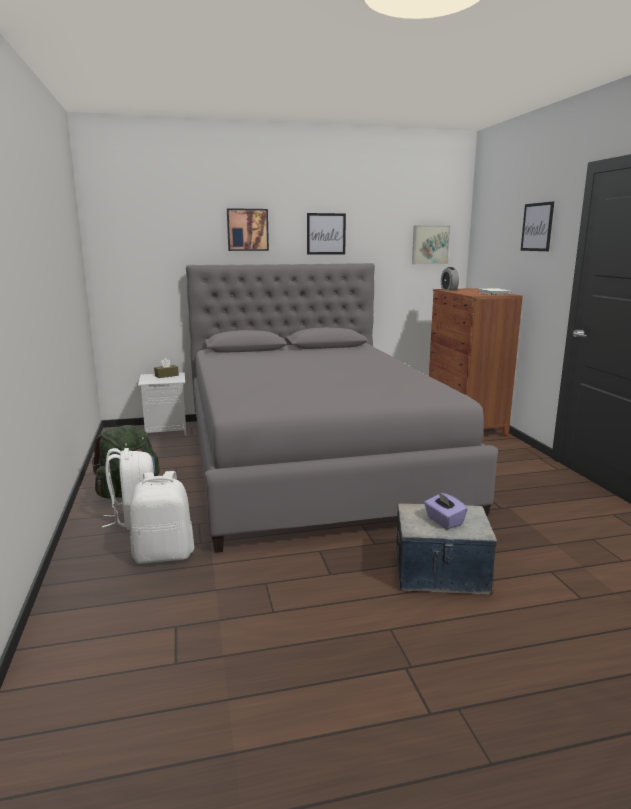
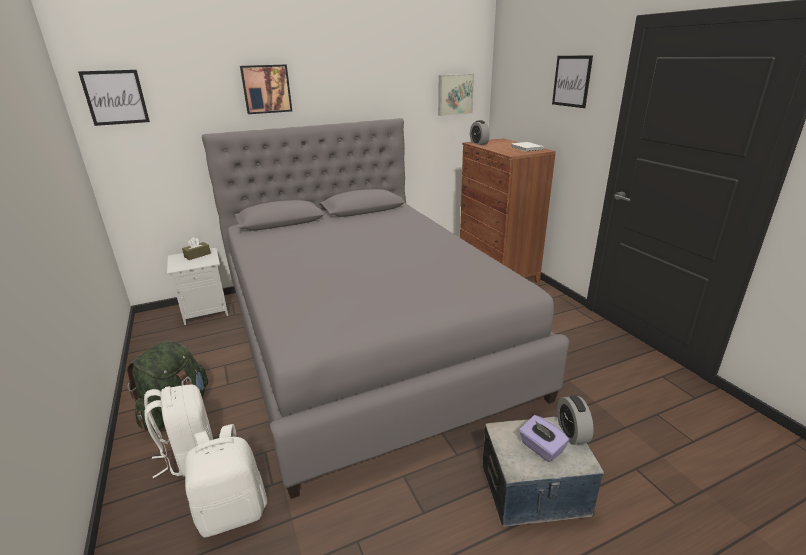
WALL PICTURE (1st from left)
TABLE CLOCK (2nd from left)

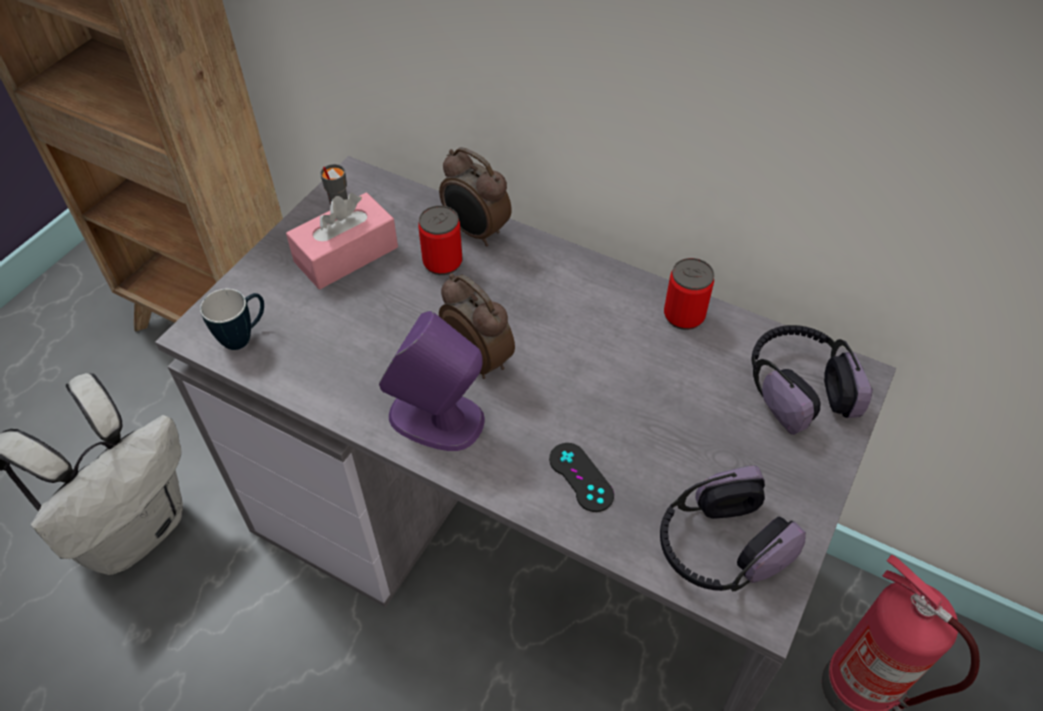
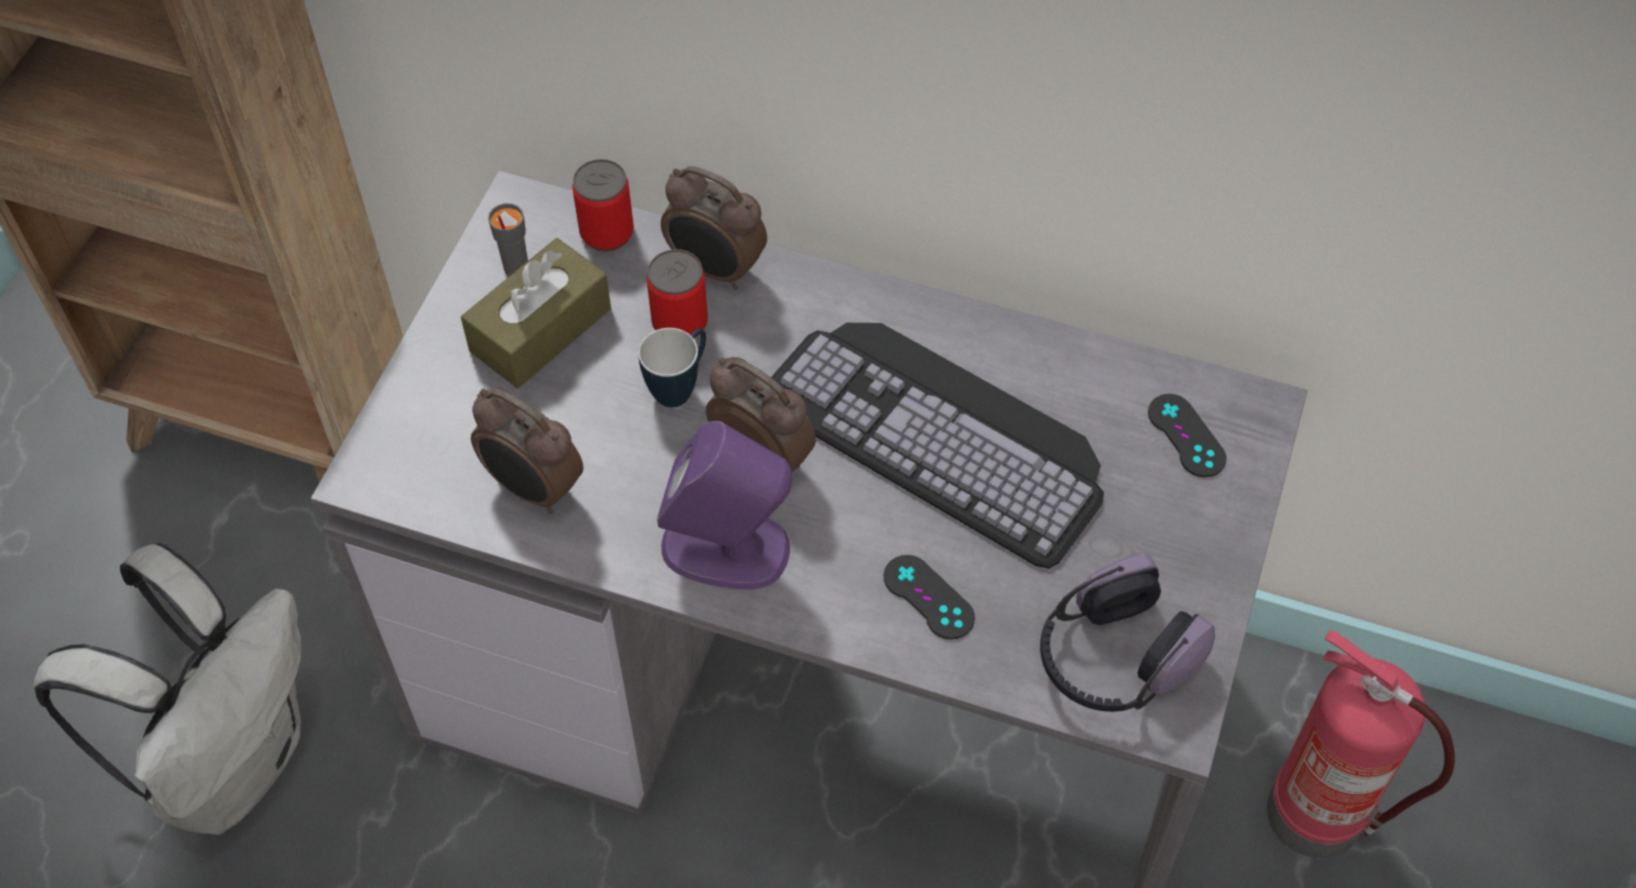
COFFEE MUG
BROWN-COLOURED TISSUE BOX
CAN (1st from left)
BLACKISH GAMEPAD (2nd from left)
TABLE CLOCK (1st from left)
KEYBOARD

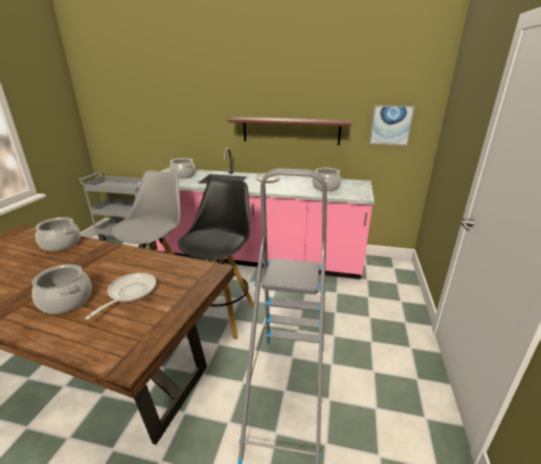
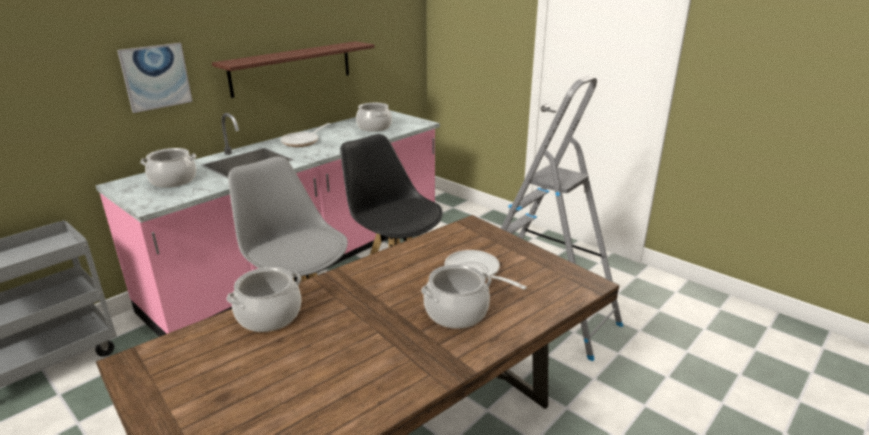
WALL PICTURE

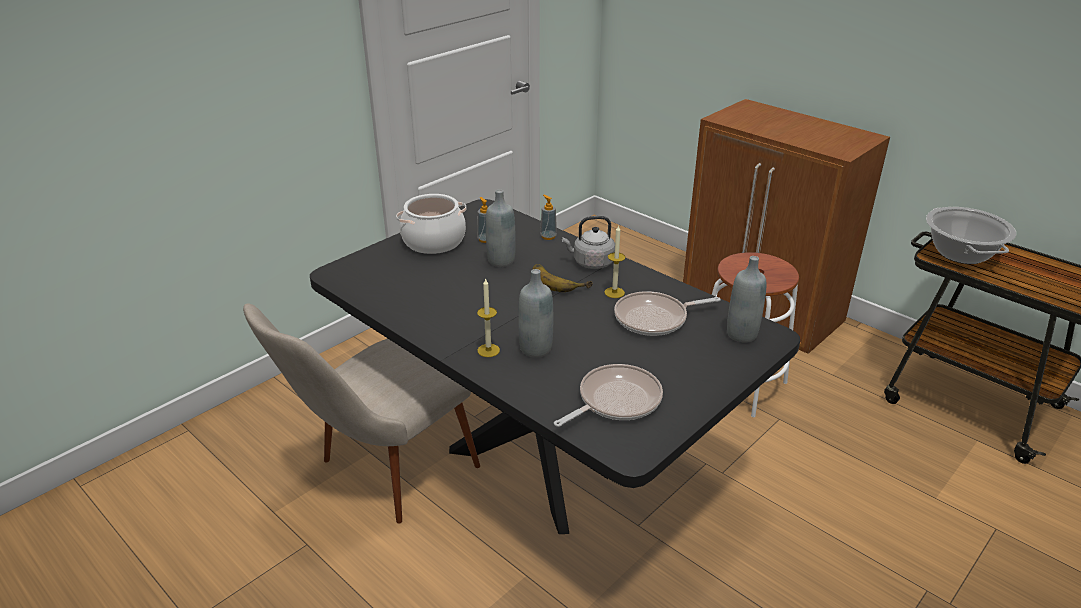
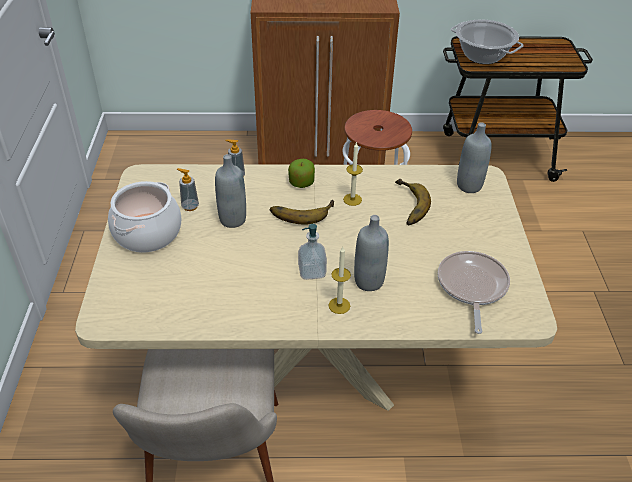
BEIGE DINING TABLE
APPLE FRUIT
WHOLE BANANA (2nd from left)
SOAP BOTTLE (3rd from left)

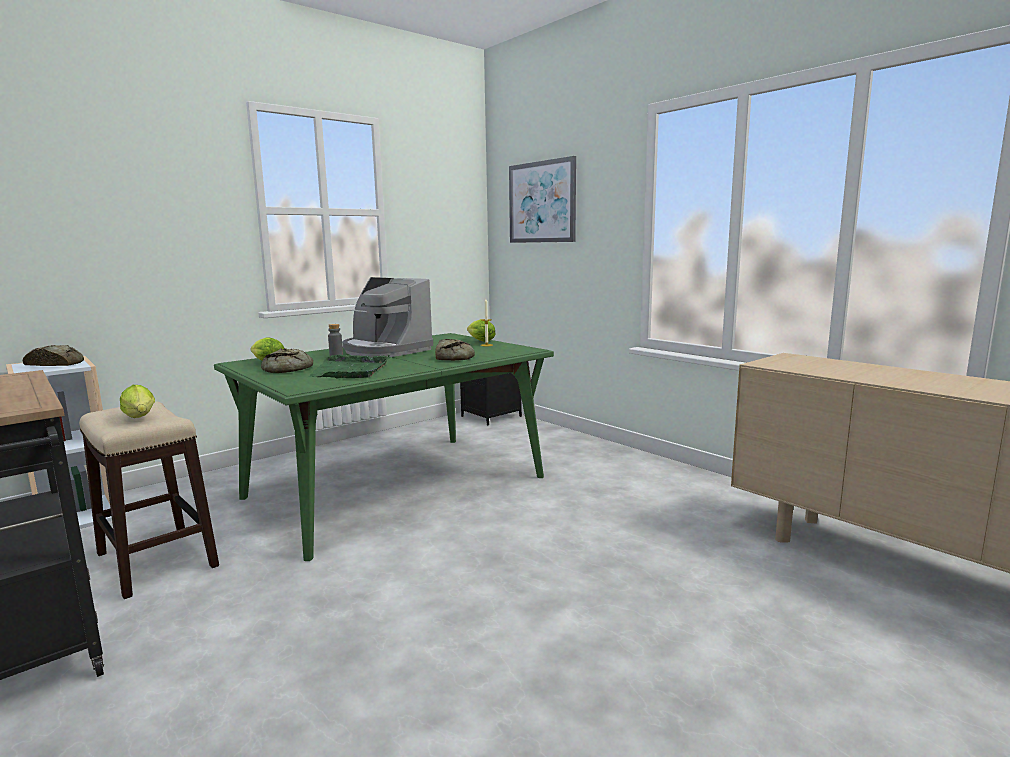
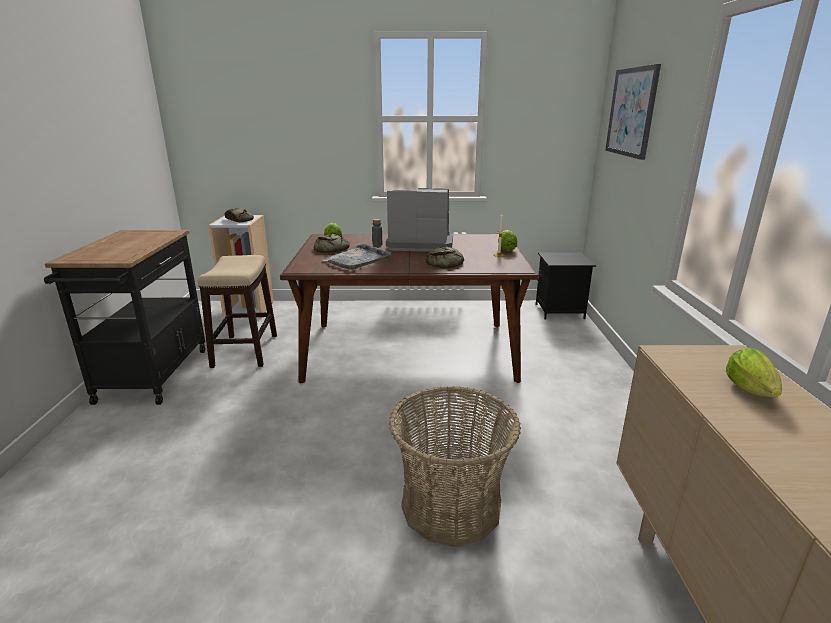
HEAD OF LETTUCE (3rd from left)
BROWN-COLOURED DINING TABLE
GREYISH TRAY
COFFEE MAKER
STORAGE BASKET

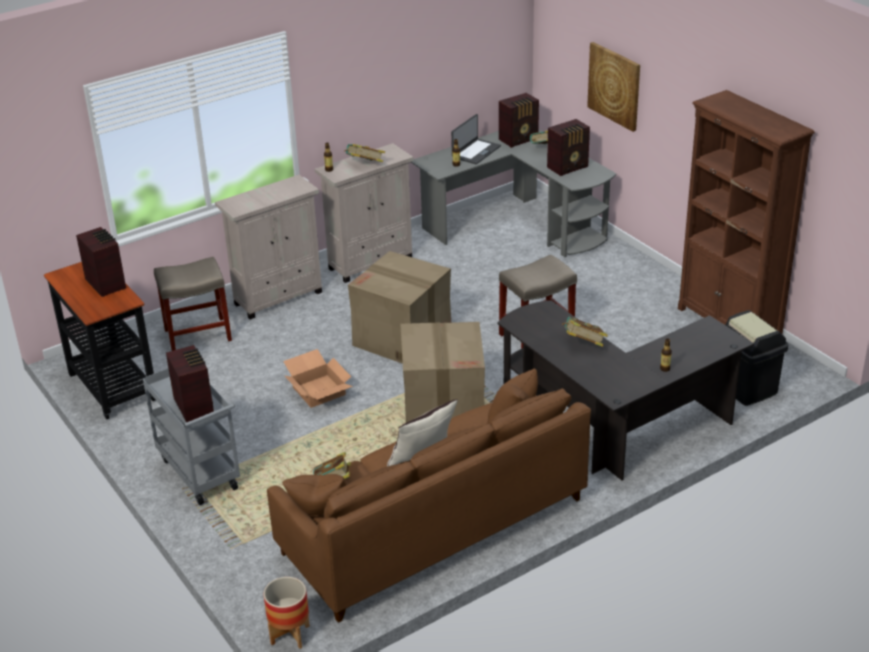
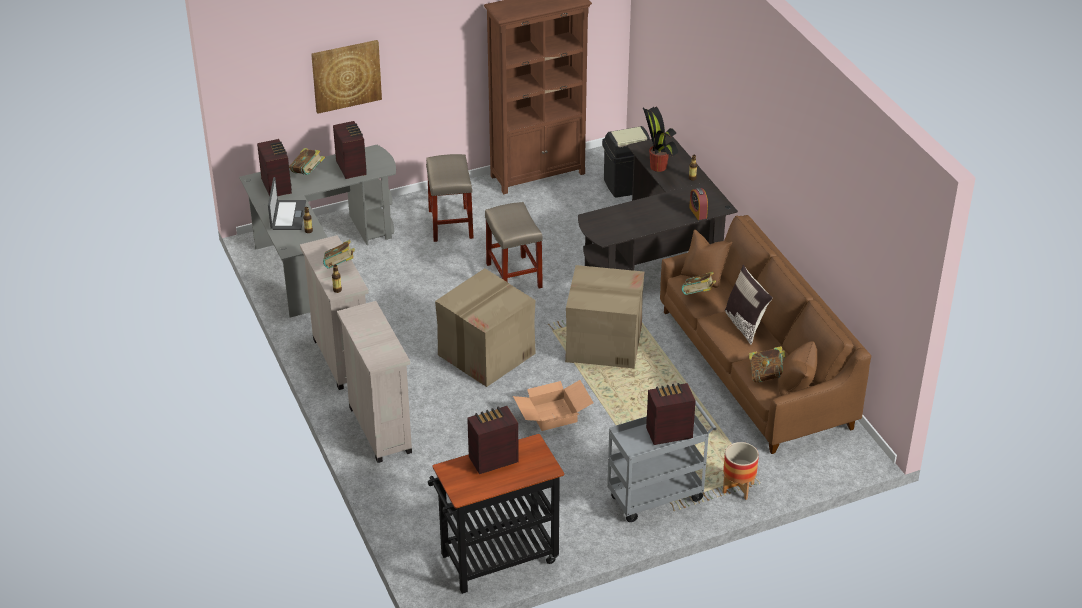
BEIGE STOOL SEAT (1st from left)
PLANTER
NOTEBOOK COMPUTER
BOUND BOOK (3rd from left)
HOUSEPLANT
TABLE CLOCK

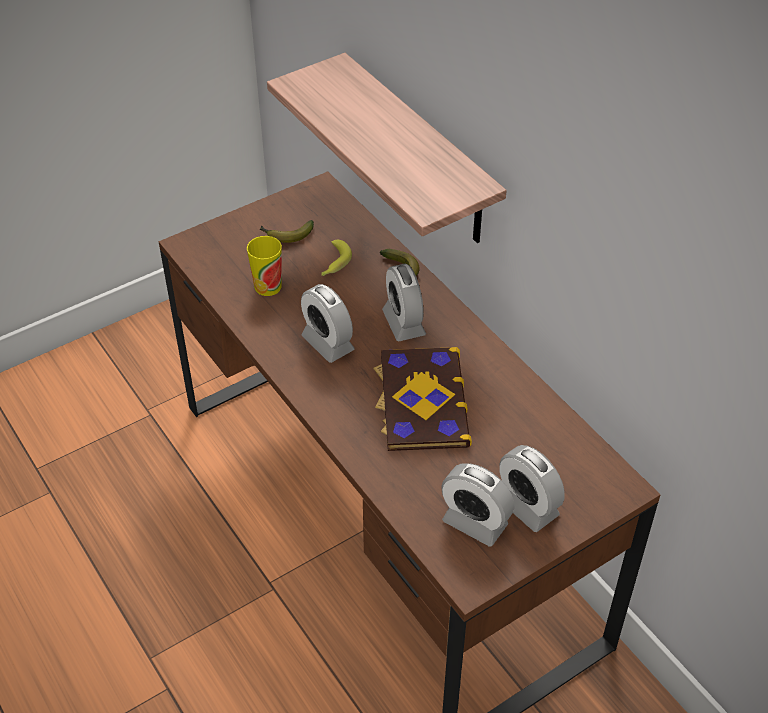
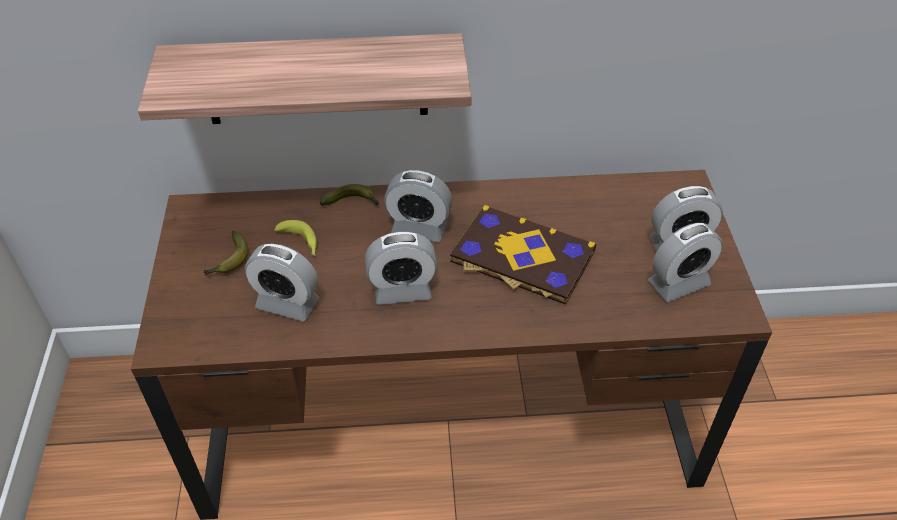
TABLE CLOCK (1st from left)

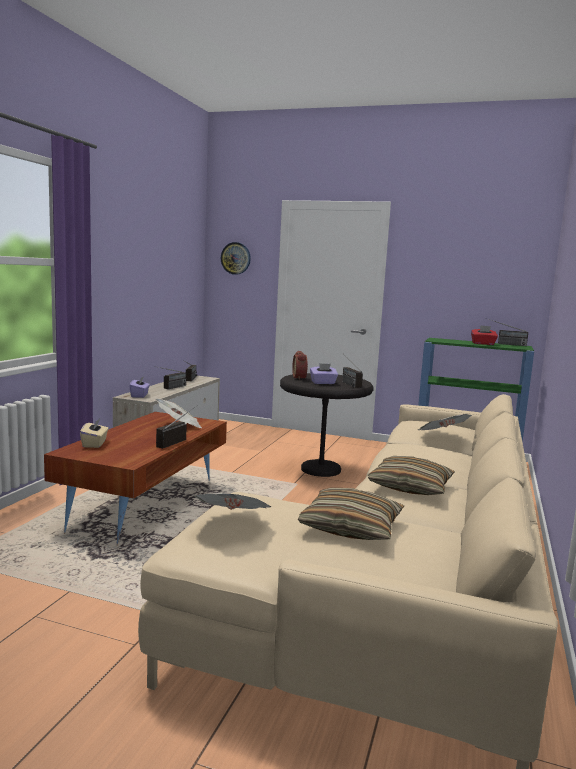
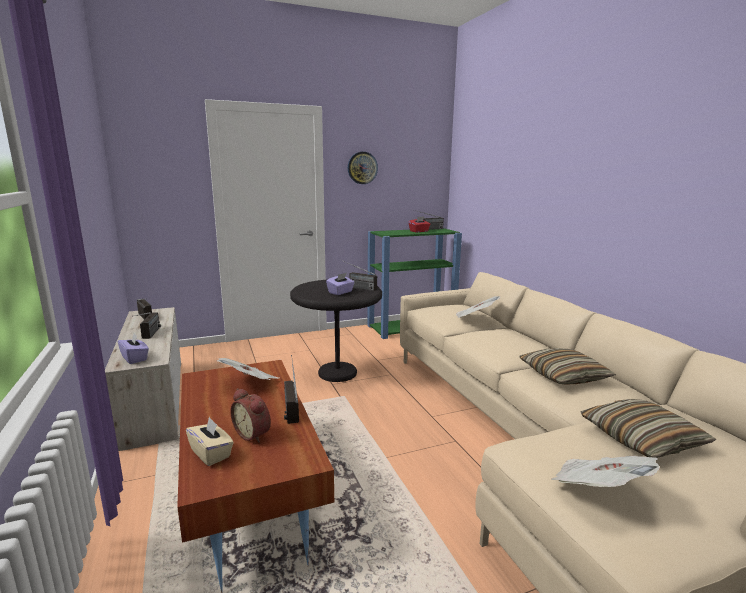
WALL CLOCK
TABLE CLOCK

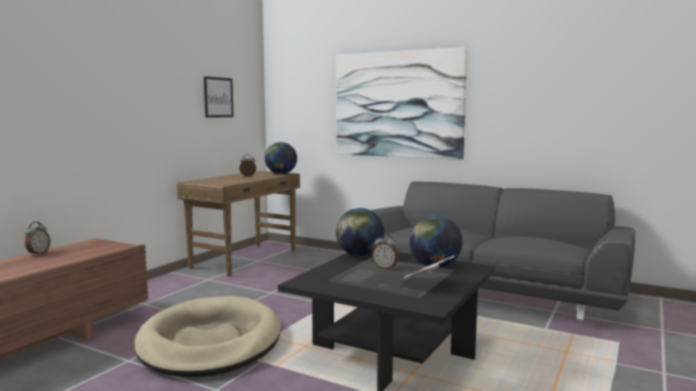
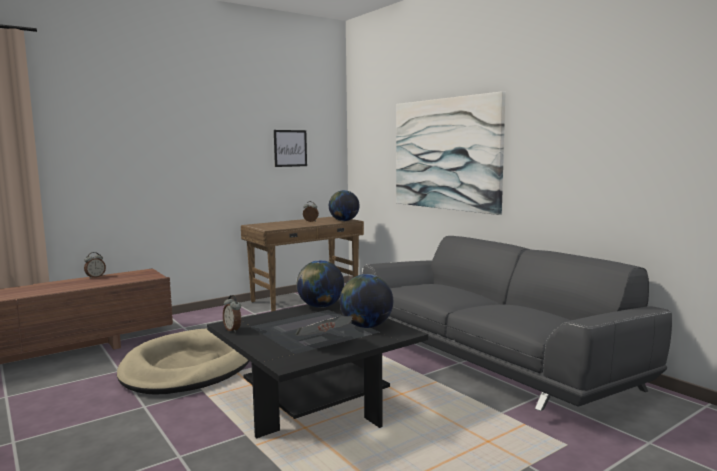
TABLE CLOCK (2nd from left)

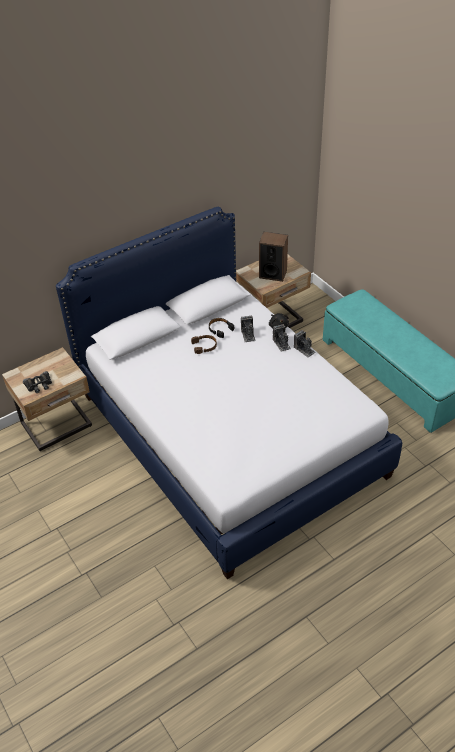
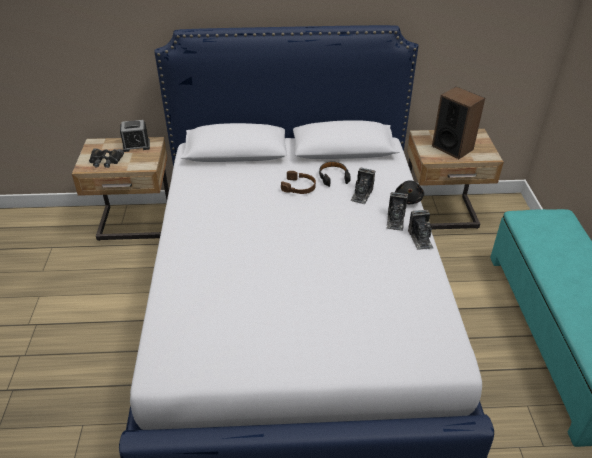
TABLE CLOCK

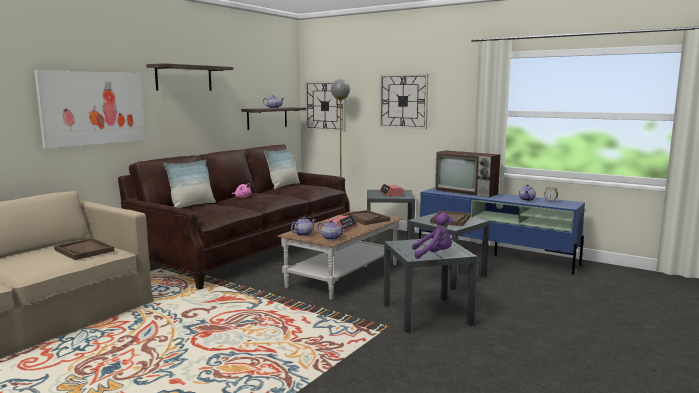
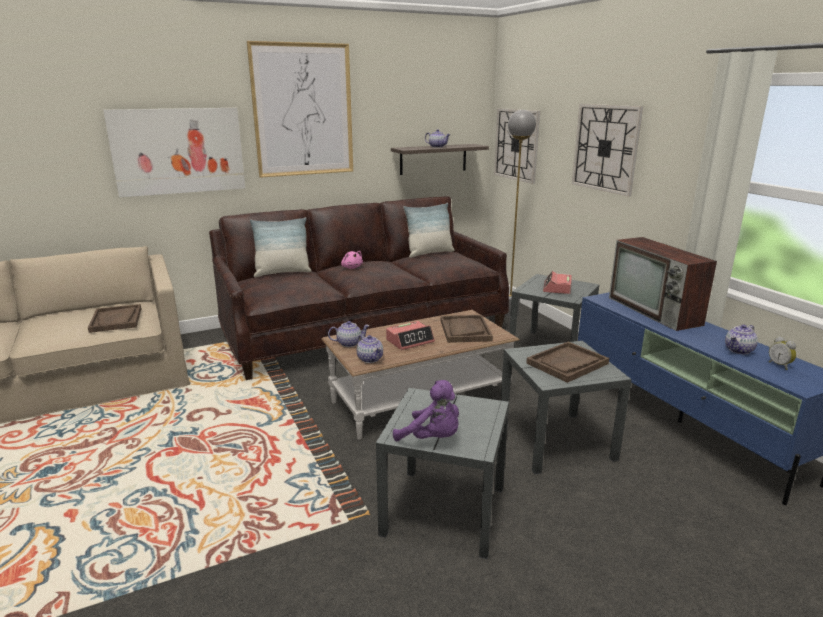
WALL PICTURE (2nd from left)

